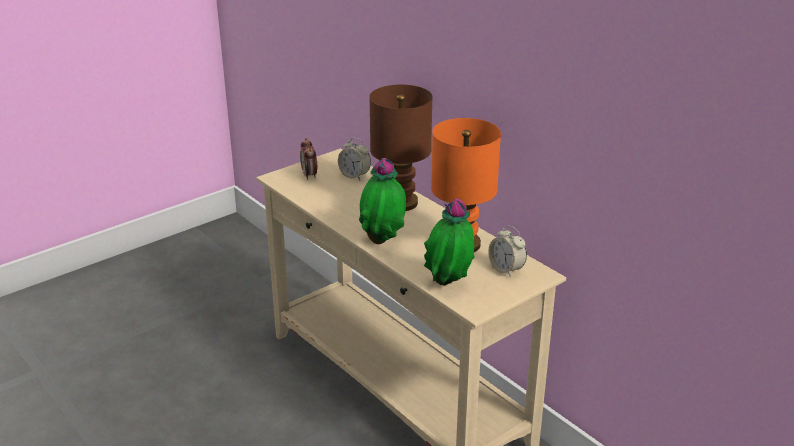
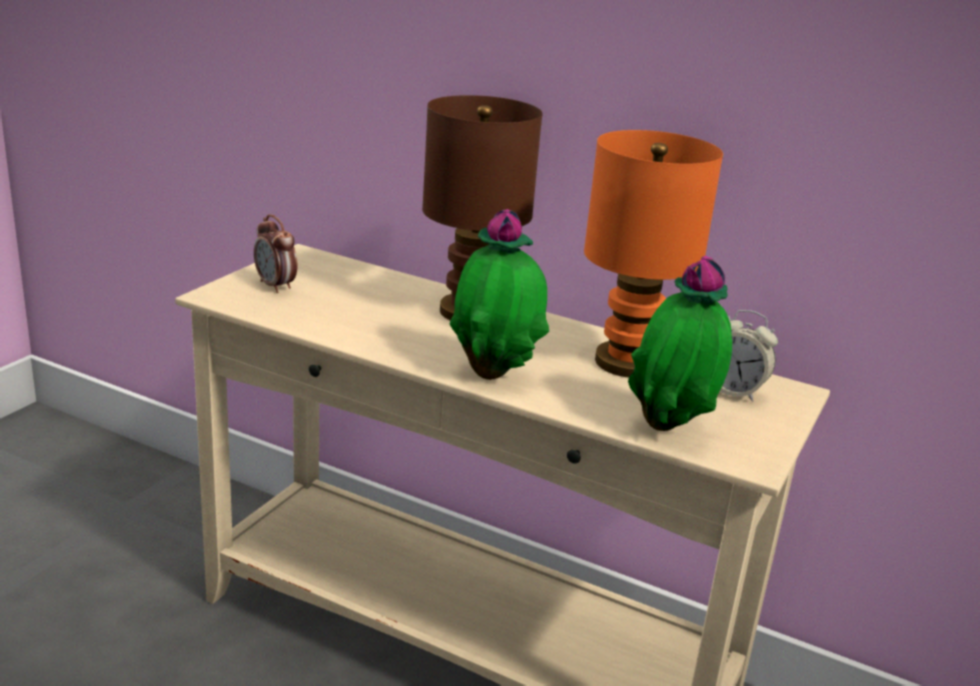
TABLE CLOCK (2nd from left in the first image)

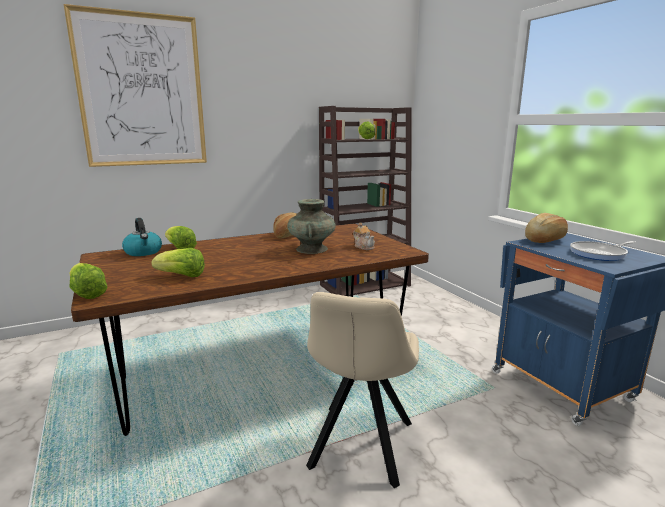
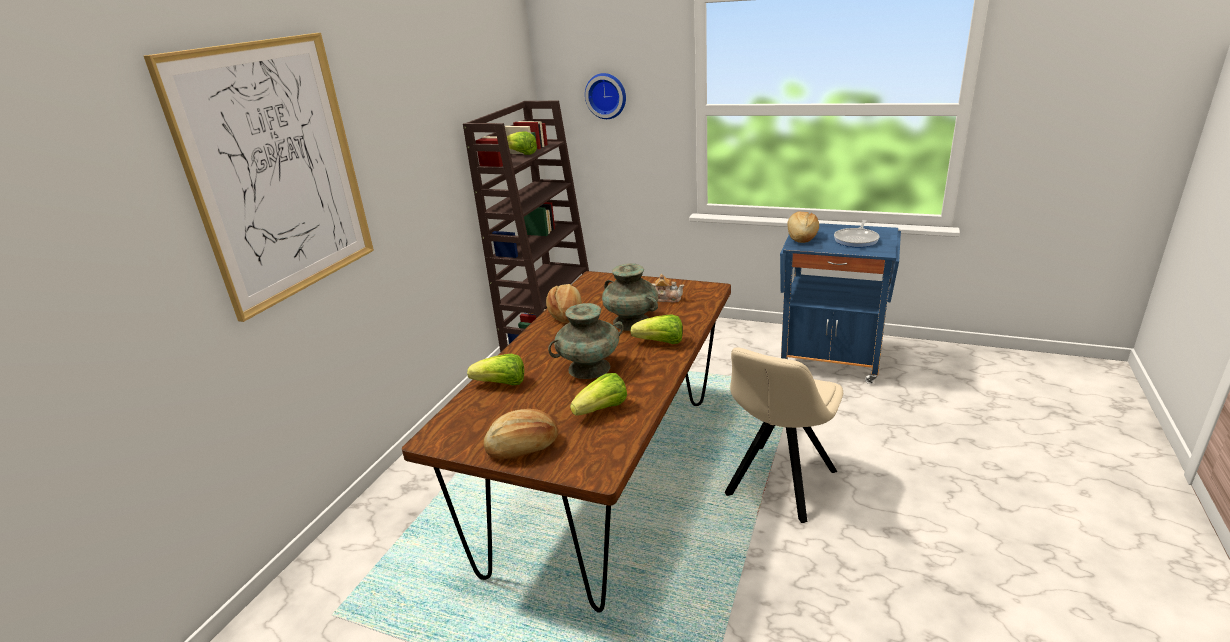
HEAD OF LETTUCE (4th from left)
KETTLE
BEIGE PLAIN CHAIR
BREAD (1st from left)
BLUE-GREEN VASE (1st from left)
WALL CLOCK

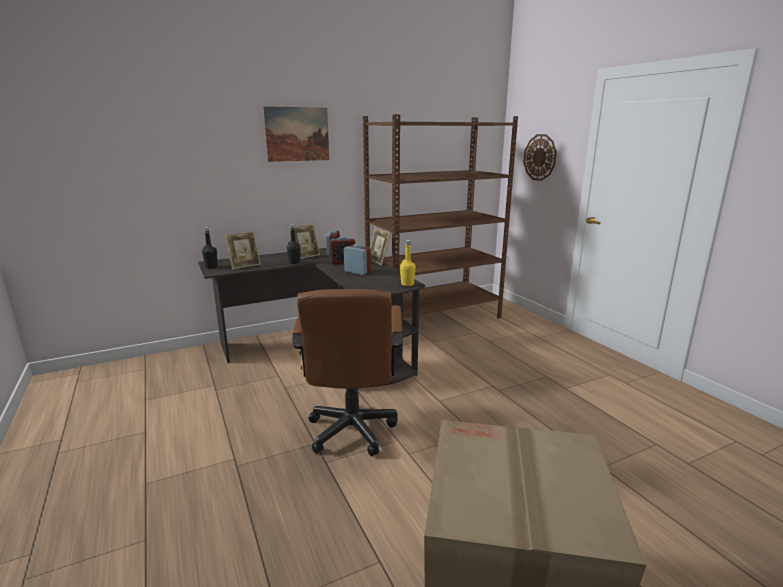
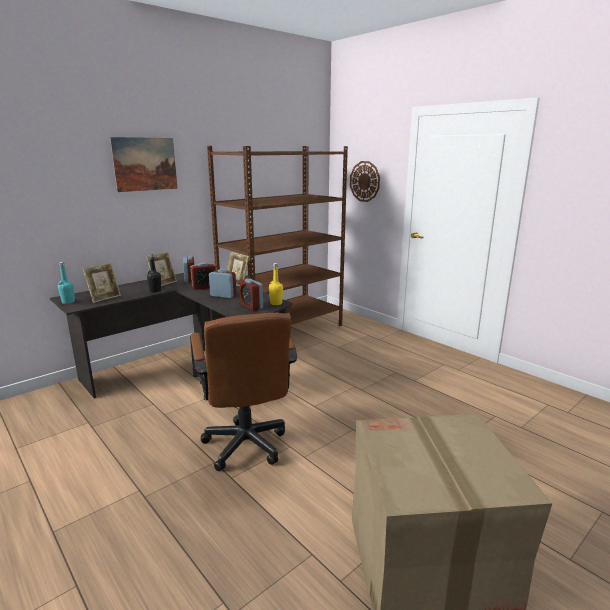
BLUE-GREEN BOTTLE
TABLE CLOCK (4th from left)

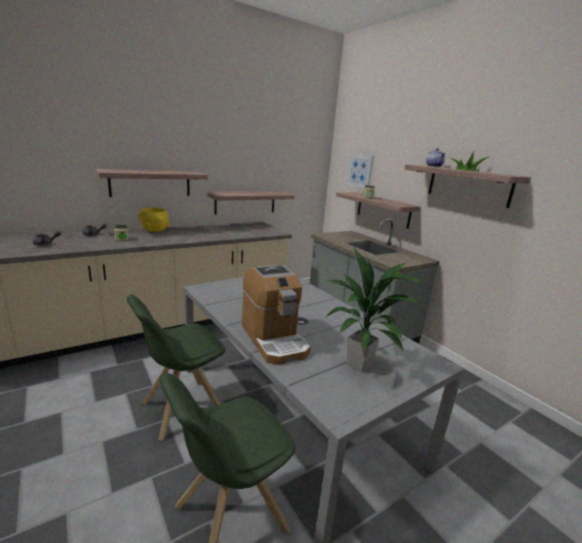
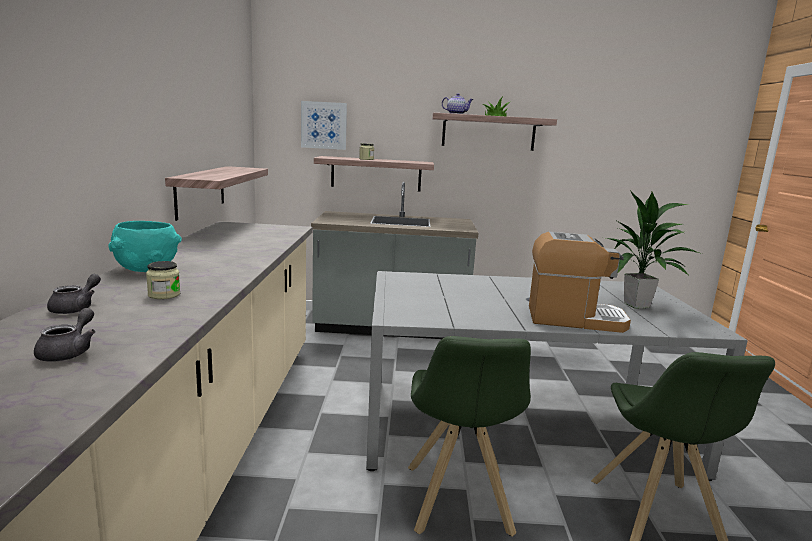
BRACKET SHELF (1st from left in the first image)
BLUE-GREEN BOWL

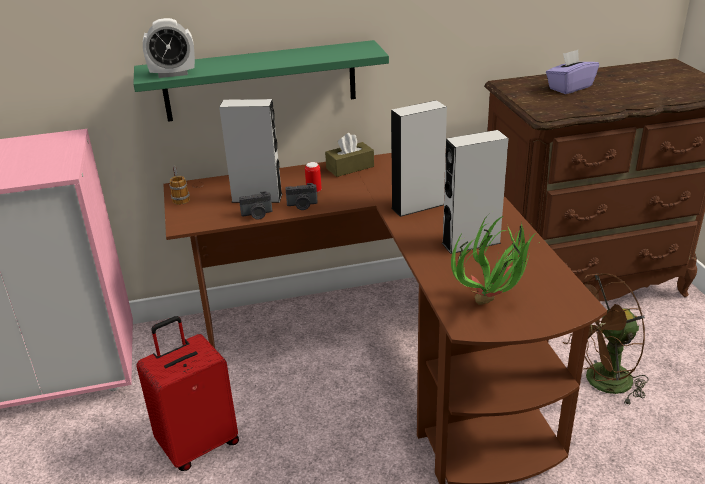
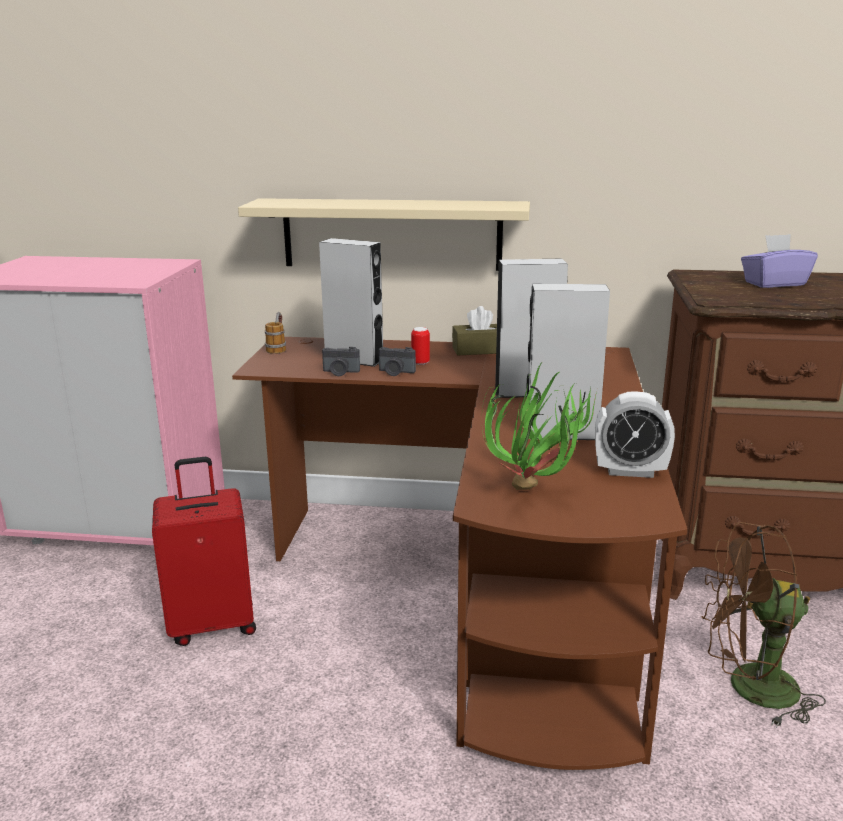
BEIGE BRACKET SHELF
TABLE CLOCK

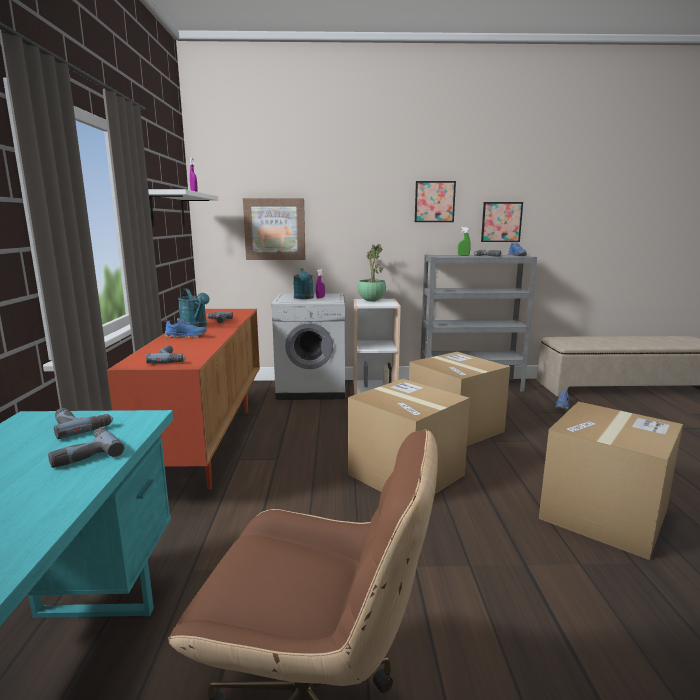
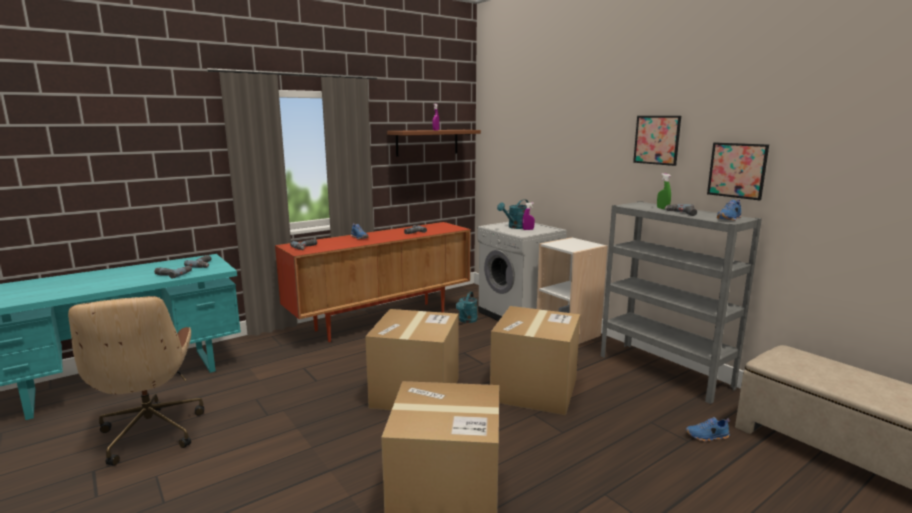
BROWN-COLOURED BRACKET SHELF
BLUE-GREEN SPRINKLING CAN (1st from left)
WALL PICTURE (1st from left in the first image)
HOUSEPLANT

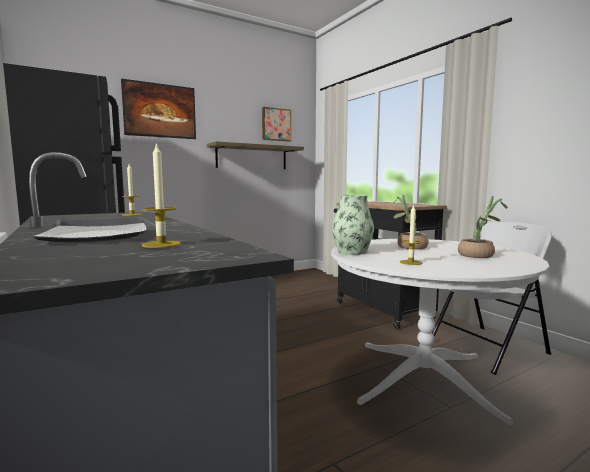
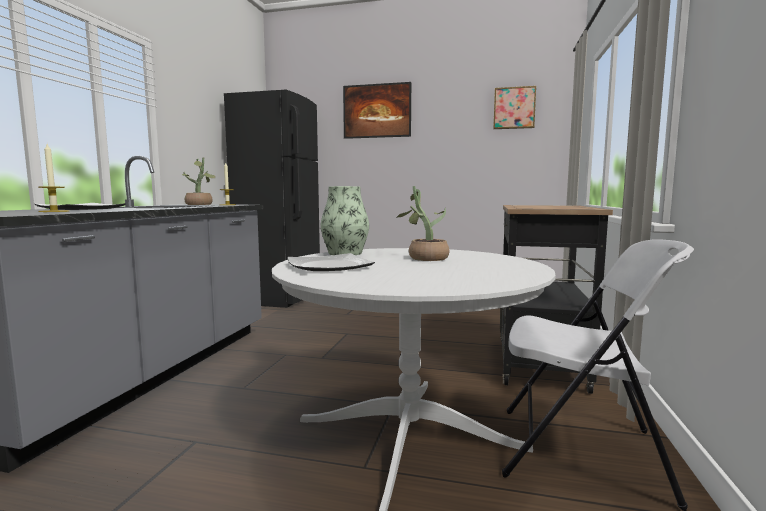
BRACKET SHELF
DINNER PLATE (2nd from left)
HOUSEPLANT (1st from left)

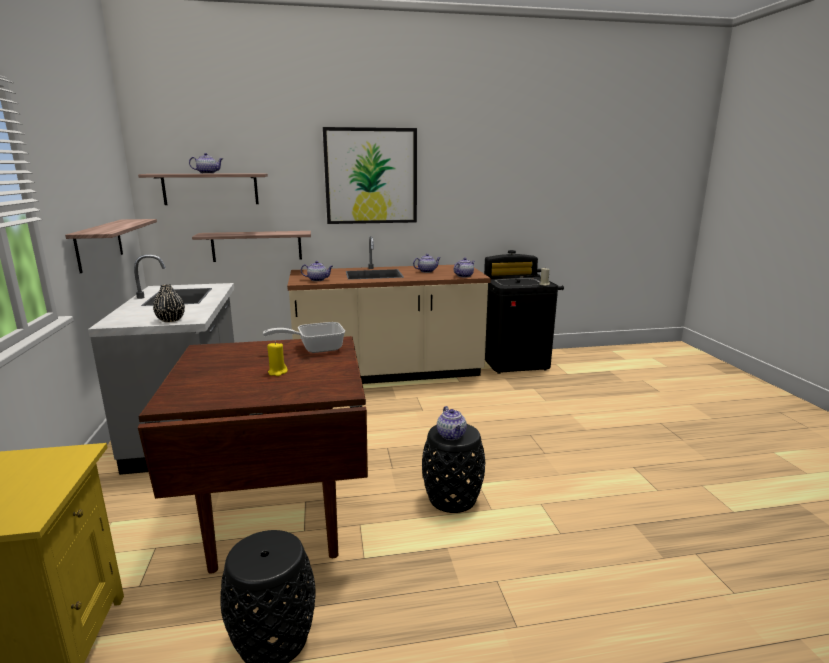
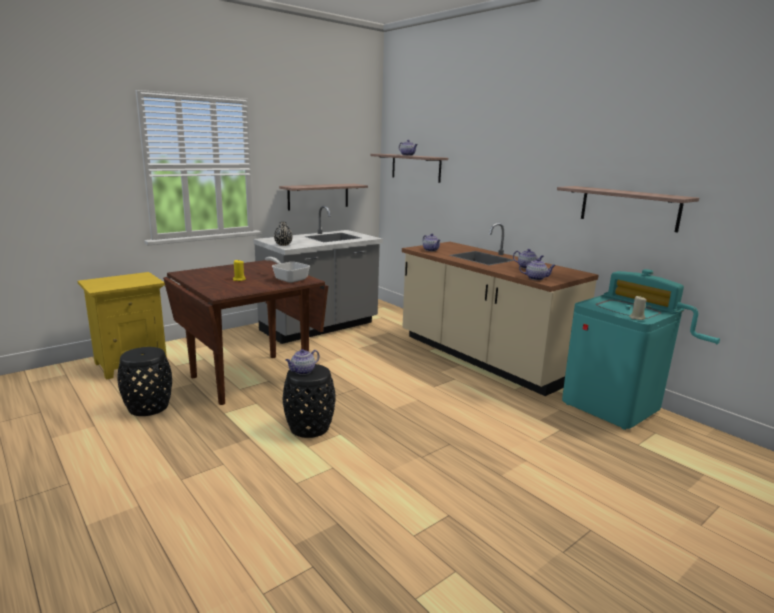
BRACKET SHELF (3rd from left)
WALL PICTURE
BLUE-GREEN LAUNDRY MACHINE

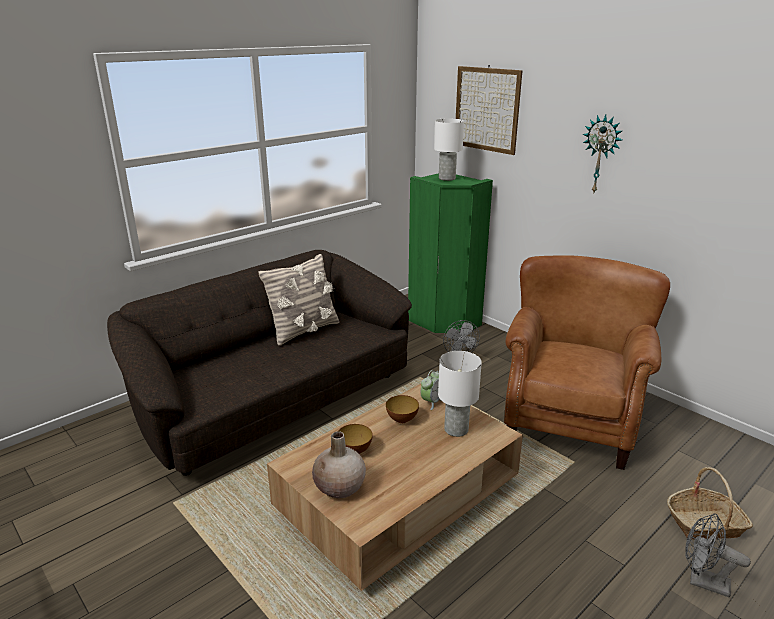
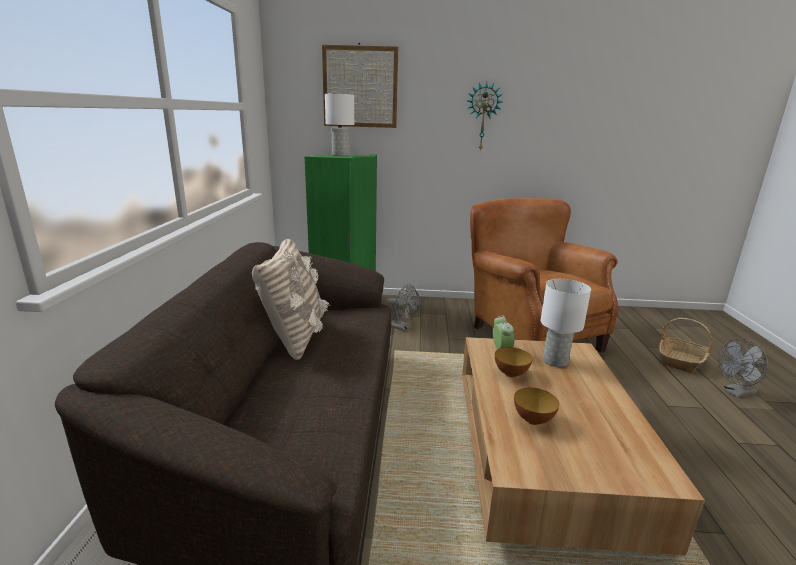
BEIGE VASE

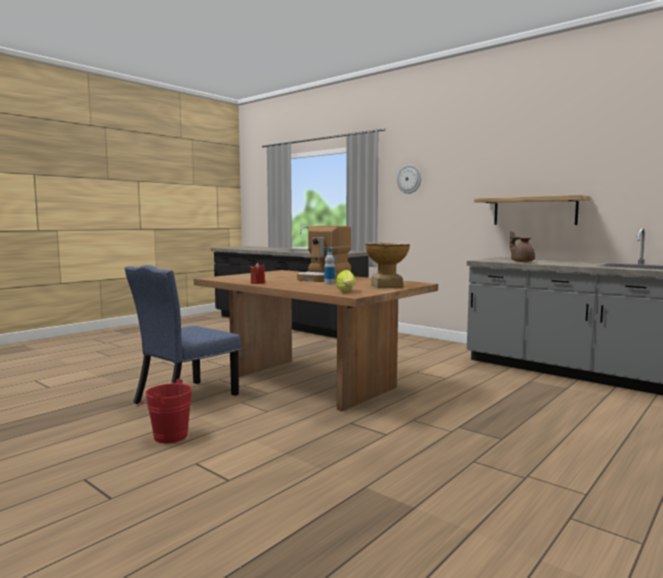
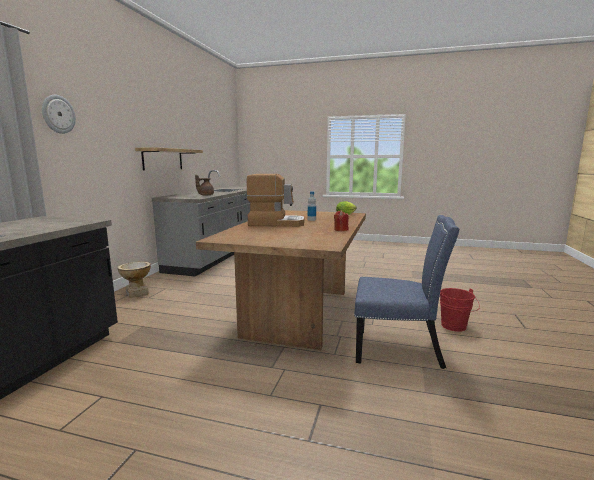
VASE

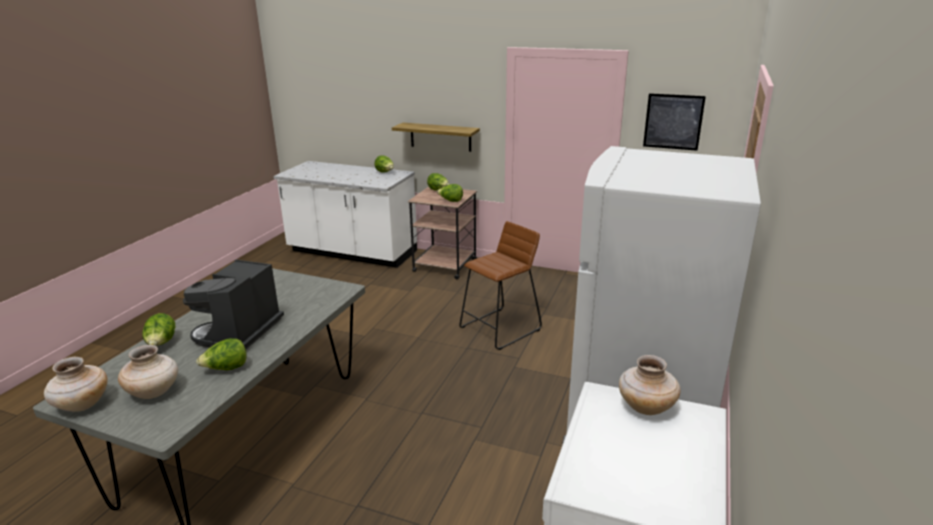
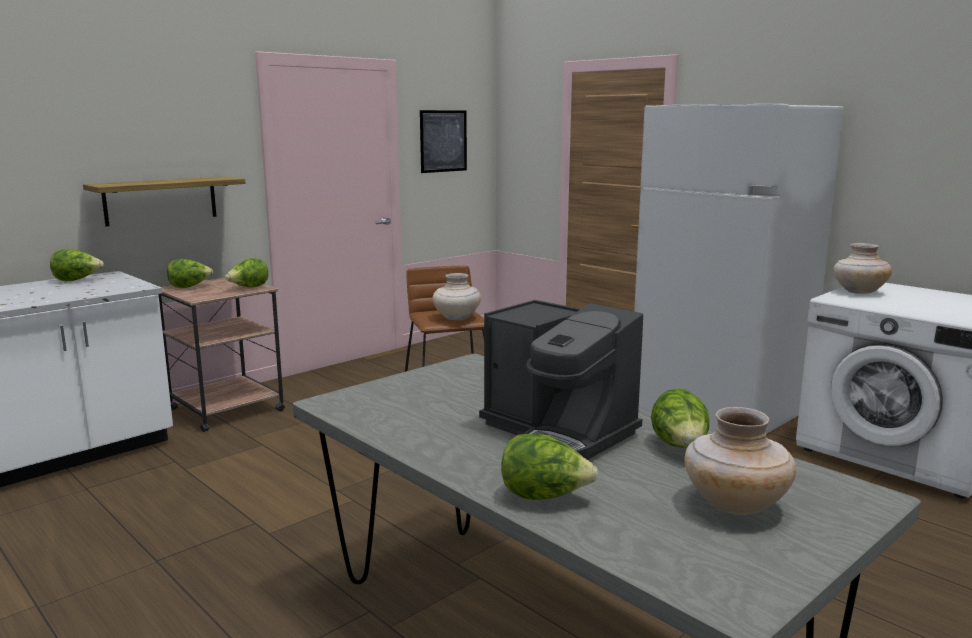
BEIGE VASE (1st from left)

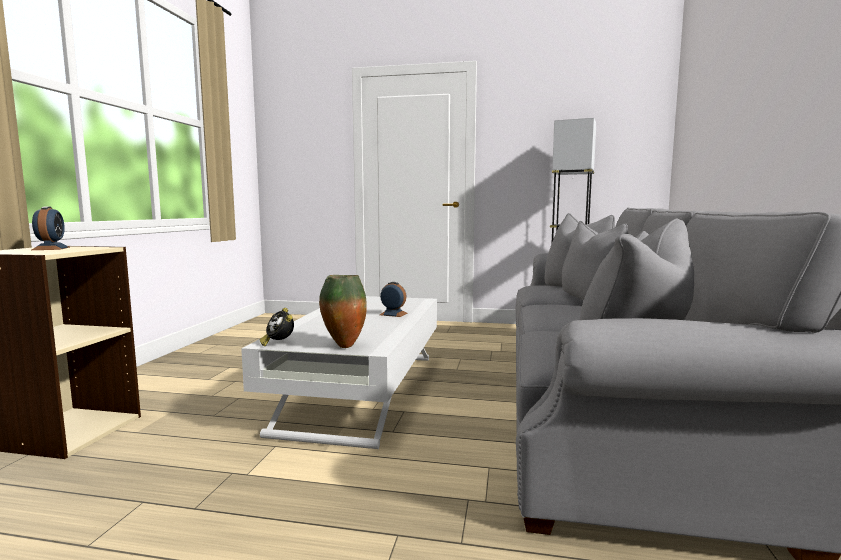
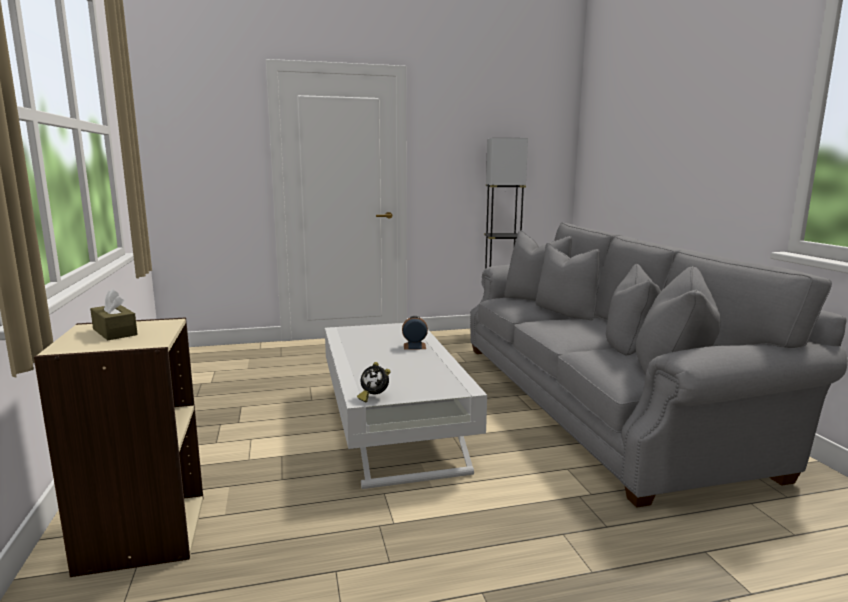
BROWN-COLOURED TISSUE BOX
VASE

